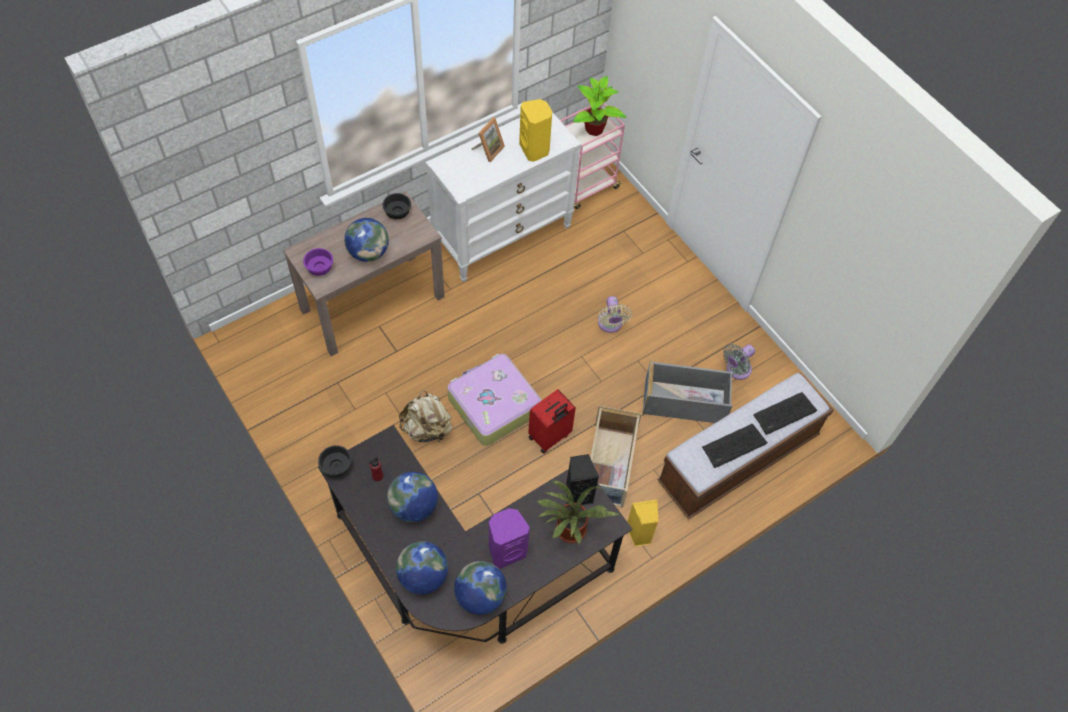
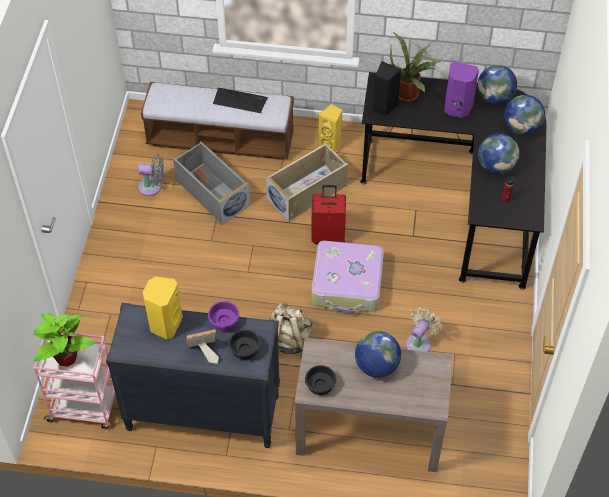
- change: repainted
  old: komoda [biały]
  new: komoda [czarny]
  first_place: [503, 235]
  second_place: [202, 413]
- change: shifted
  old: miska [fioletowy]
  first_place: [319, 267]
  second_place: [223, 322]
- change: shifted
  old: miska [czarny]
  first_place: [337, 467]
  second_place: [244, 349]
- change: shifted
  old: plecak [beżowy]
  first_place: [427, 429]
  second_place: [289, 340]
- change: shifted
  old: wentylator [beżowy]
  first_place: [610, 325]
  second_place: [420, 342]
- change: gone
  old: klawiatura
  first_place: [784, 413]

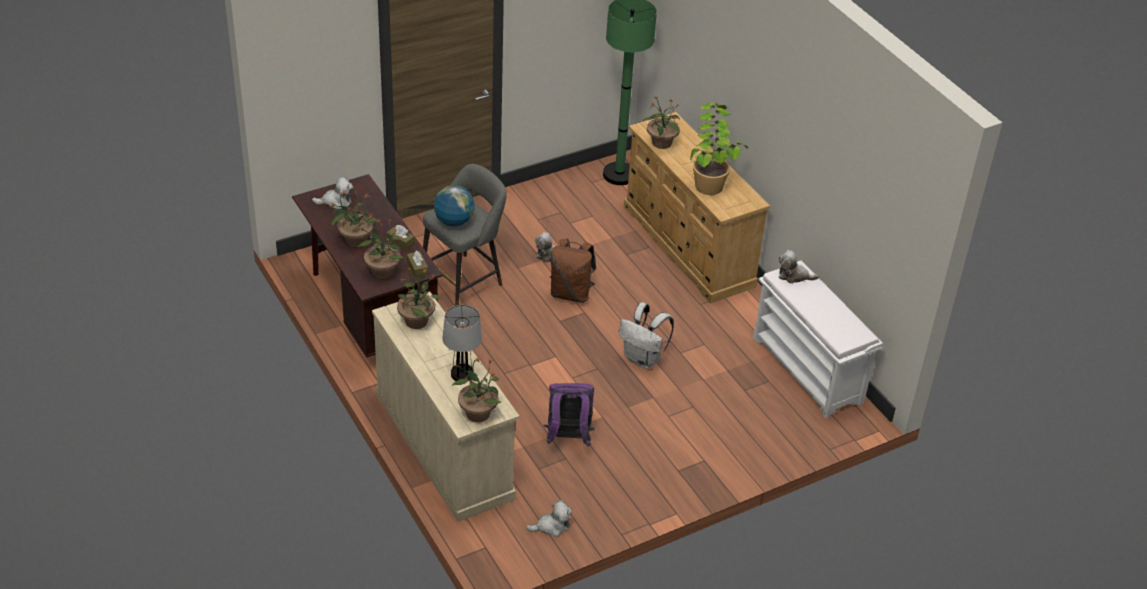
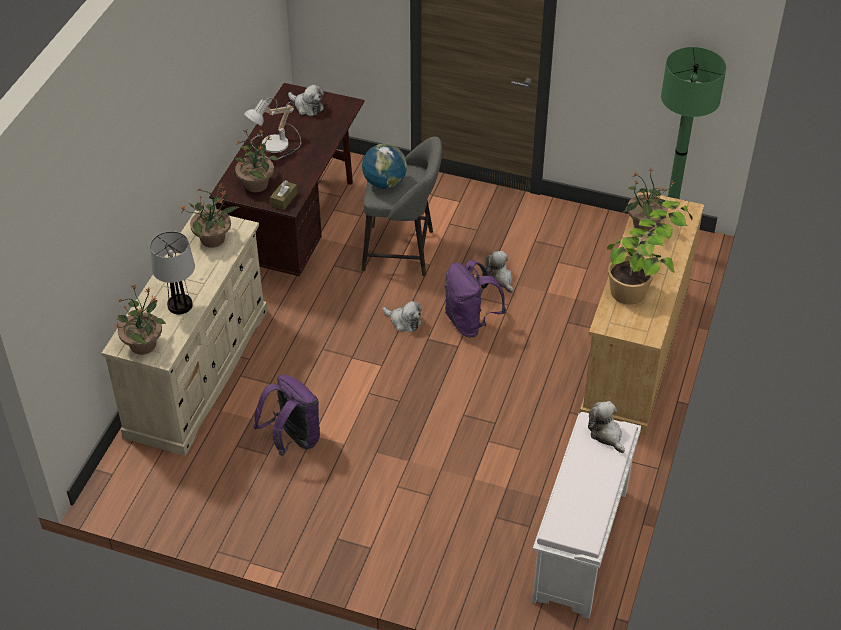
- change: swapped
  old: roślina doniczkowa
  new: lampa stołowa
  first_place: [355, 240]
  second_place: [275, 146]
- change: shifted
  old: pluszak
  first_place: [551, 526]
  second_place: [403, 321]
- change: repainted
  old: plecak [brązowy]
  new: plecak [fioletowy]
  first_place: [571, 294]
  second_place: [470, 322]
- change: gone
  old: pudełko chusteczek [brązowy]
  first_place: [400, 242]
- change: gone
  old: plecak [biały]
  first_place: [643, 359]

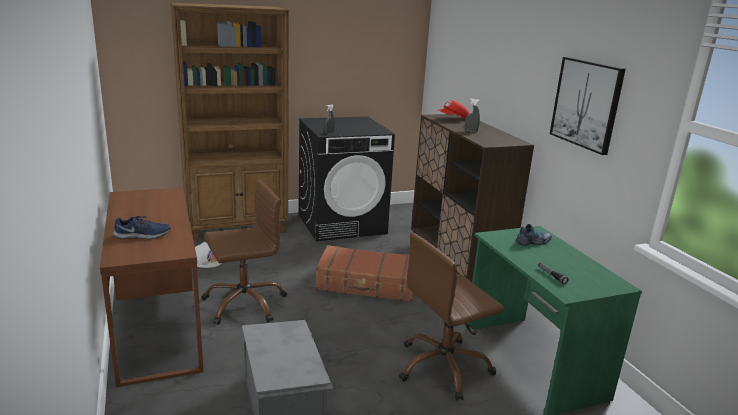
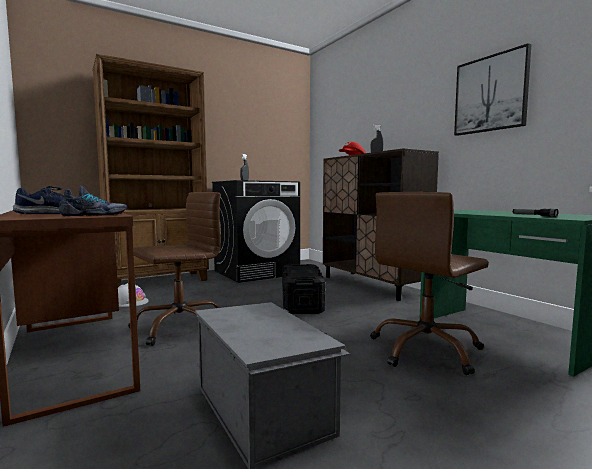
- change: shifted
  old: but
  first_place: [533, 242]
  second_place: [94, 215]
- change: swapped
  old: walizka [brązowy]
  new: pojemnik do przechowywania [czarny]
  first_place: [367, 284]
  second_place: [302, 302]

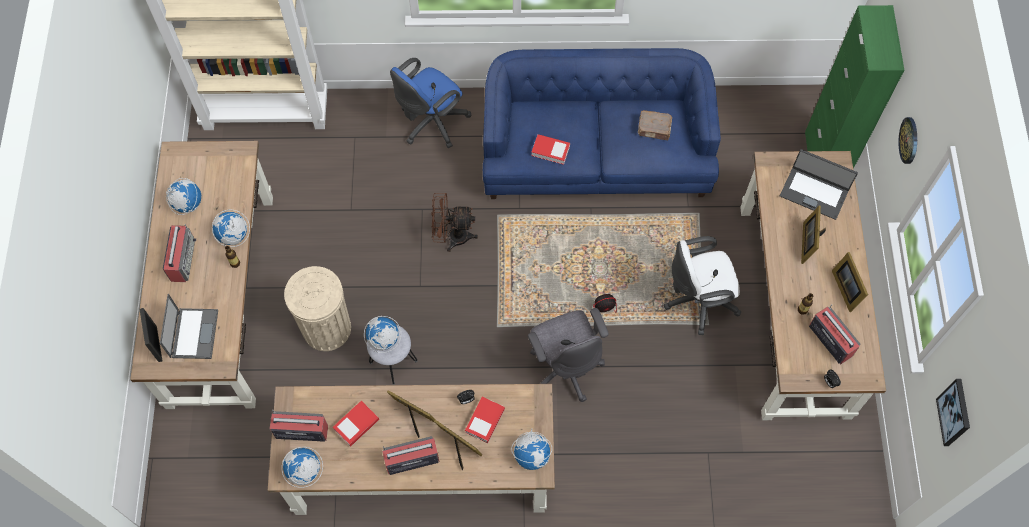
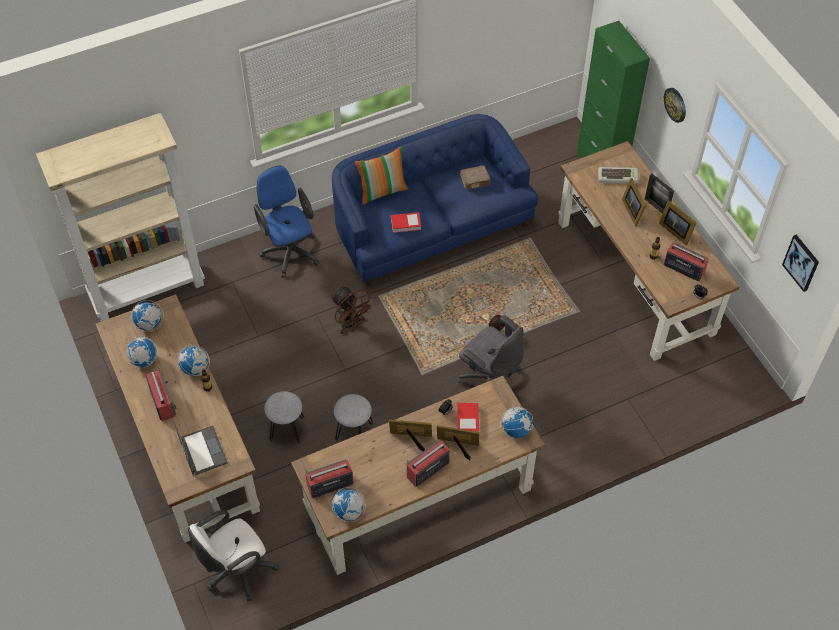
- change: shifted
  old: globus
  first_place: [383, 340]
  second_place: [149, 324]
- change: shifted
  old: krzesło biurowe [biały]
  first_place: [697, 301]
  second_place: [237, 571]
- change: rotated
  old: krzesło biurowe [niebieski]
  first_place: [431, 123]
  second_place: [289, 250]
  degrees: 135
- change: swapped
  old: kosz na śmieci [beżowy]
  new: stołek [szary]
  first_place: [327, 328]
  second_place: [287, 429]
- change: rotated
  old: wentylator [brązowy]
  first_place: [452, 236]
  second_place: [351, 324]
  degrees: -105
- change: new
  new: poduszka
  second_place: [382, 191]
- change: swapped
  old: laptop
  new: klawiatura
  first_place: [814, 192]
  second_place: [618, 177]
- change: shifted
  old: ramka na zdjęcie
  first_place: [157, 344]
  second_place: [656, 207]
- change: gone
  old: książka
  first_place: [356, 424]

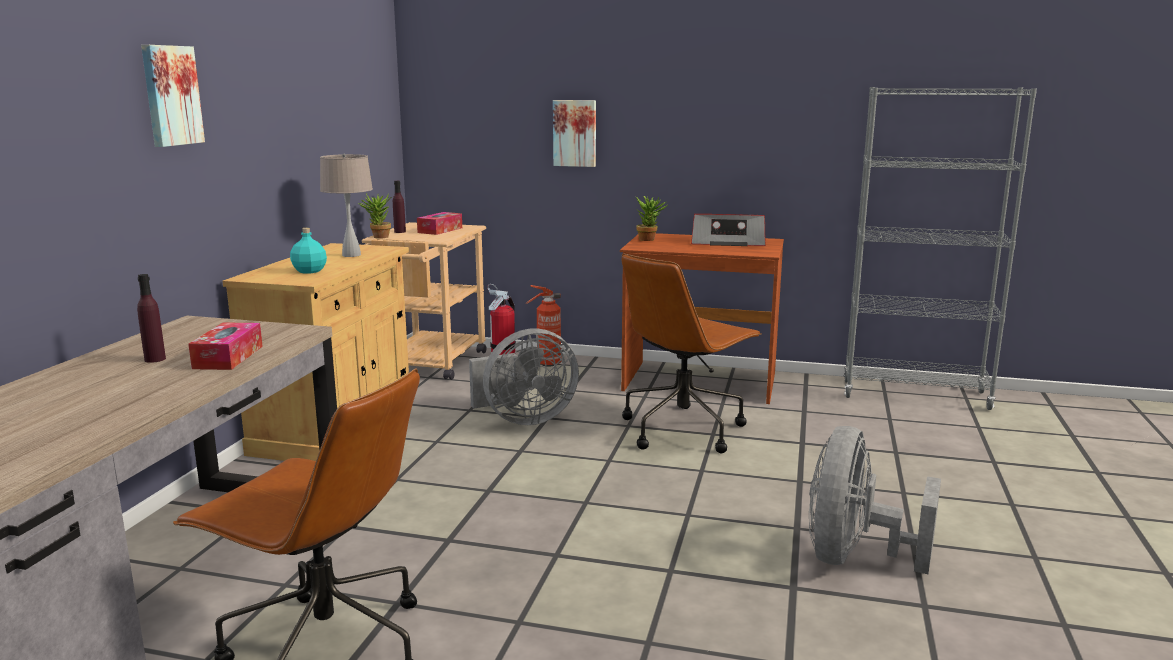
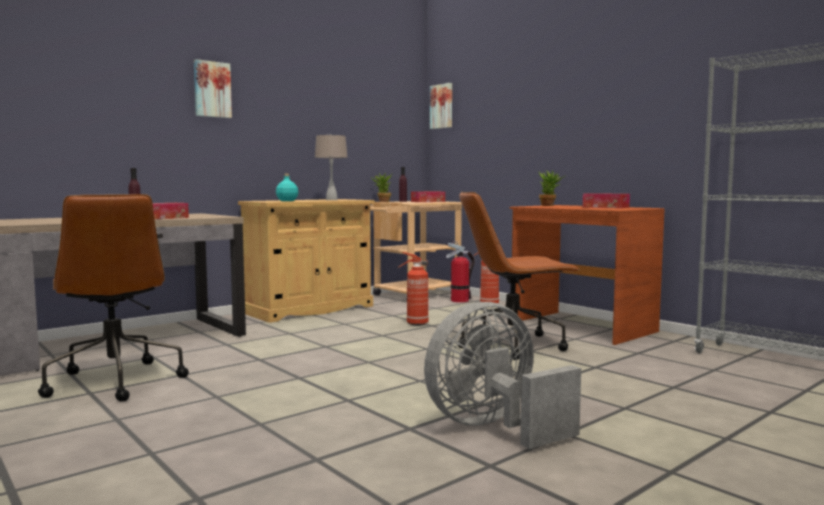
- change: swapped
  old: wentylator [szary]
  new: gaśnica
  first_place: [524, 419]
  second_place: [415, 324]
- change: shifted
  old: obraz
  first_place: [575, 133]
  second_place: [442, 106]
- change: swapped
  old: radio
  new: pudełko chusteczek
  first_place: [727, 242]
  second_place: [605, 207]

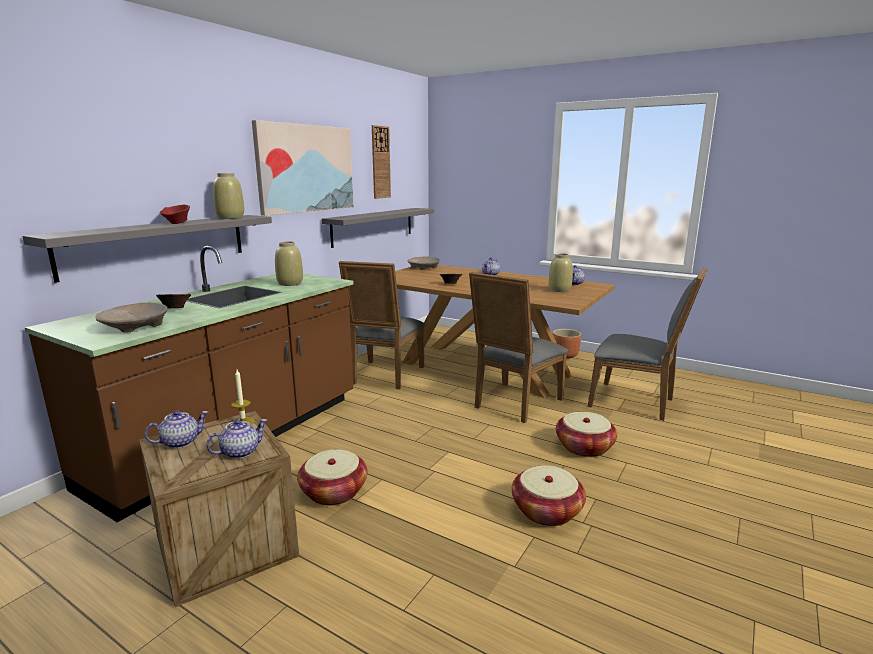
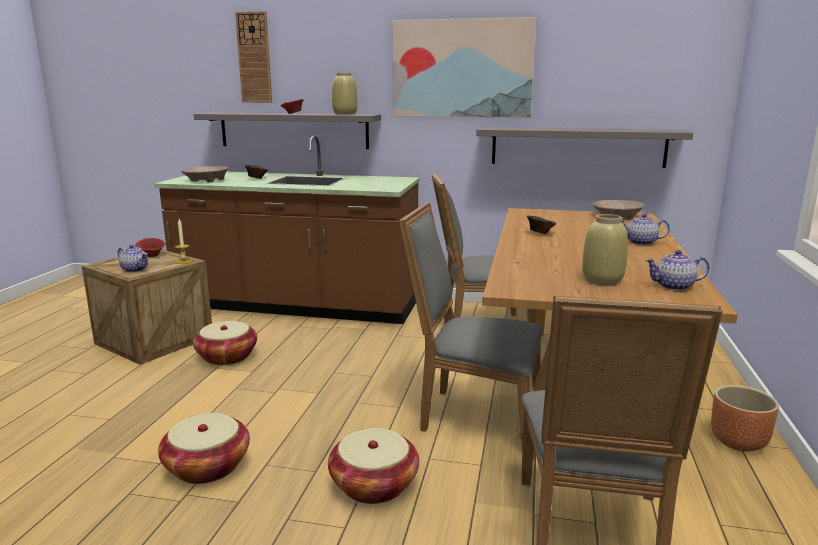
- change: swapped
  old: imbryk
  new: miska [czerwony]
  first_place: [180, 442]
  second_place: [152, 256]
- change: shifted
  old: zegar ścienny
  first_place: [380, 162]
  second_place: [254, 58]
- change: gone
  old: wazon [beżowy]
  first_place: [290, 283]

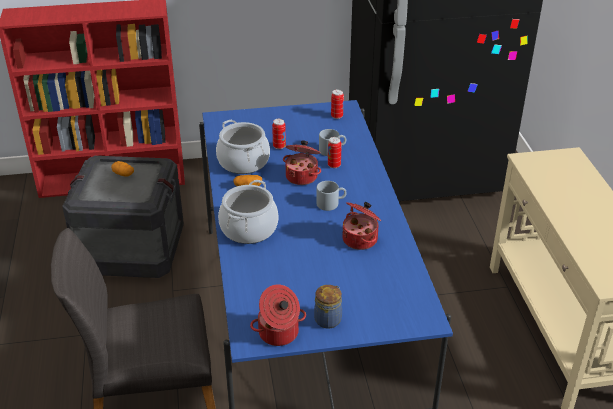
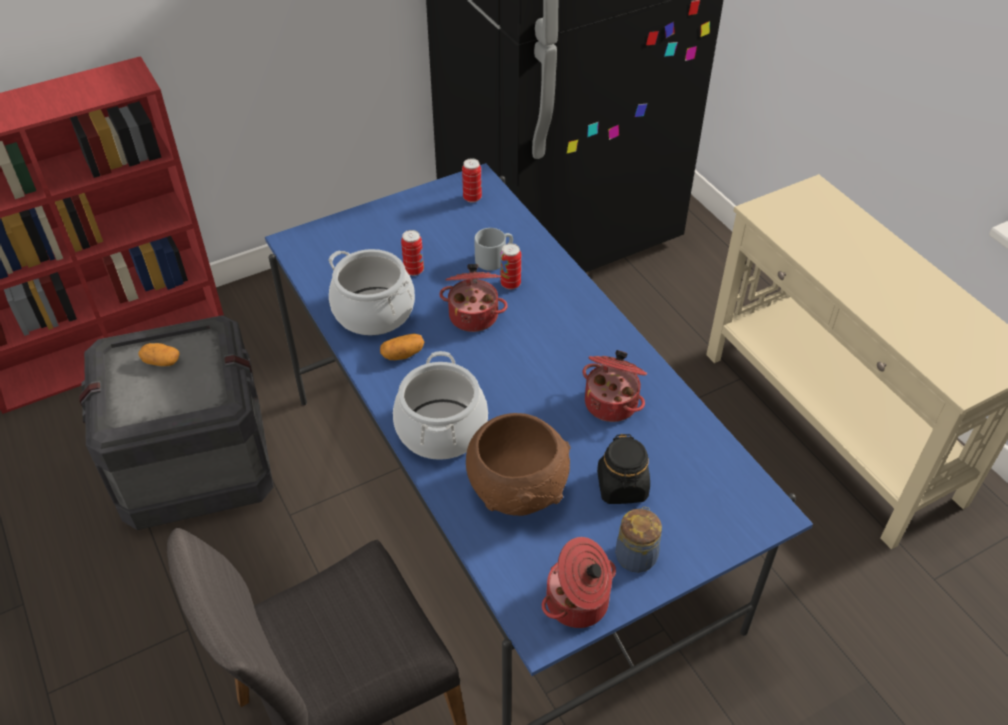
- change: new
  new: miska [brązowy]
  second_place: [519, 490]
- change: new
  new: słoik [czarny]
  second_place: [622, 487]
- change: gone
  old: kubek [szary]
  first_place: [331, 203]

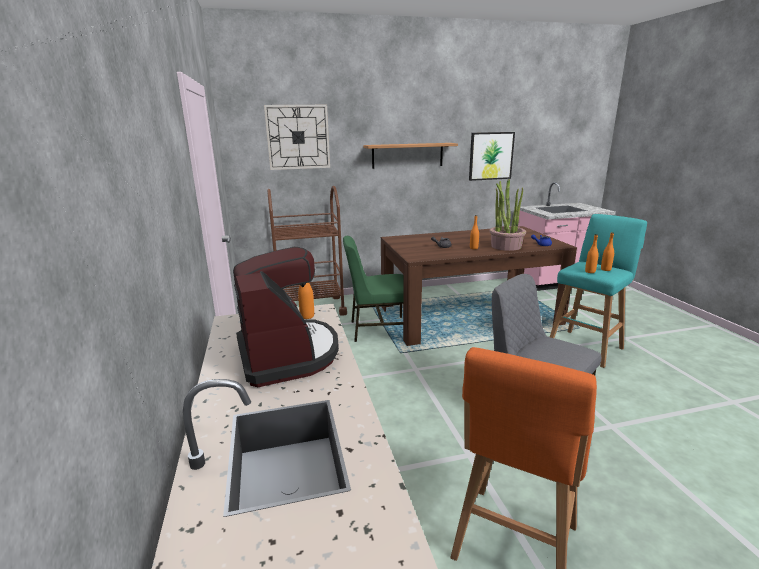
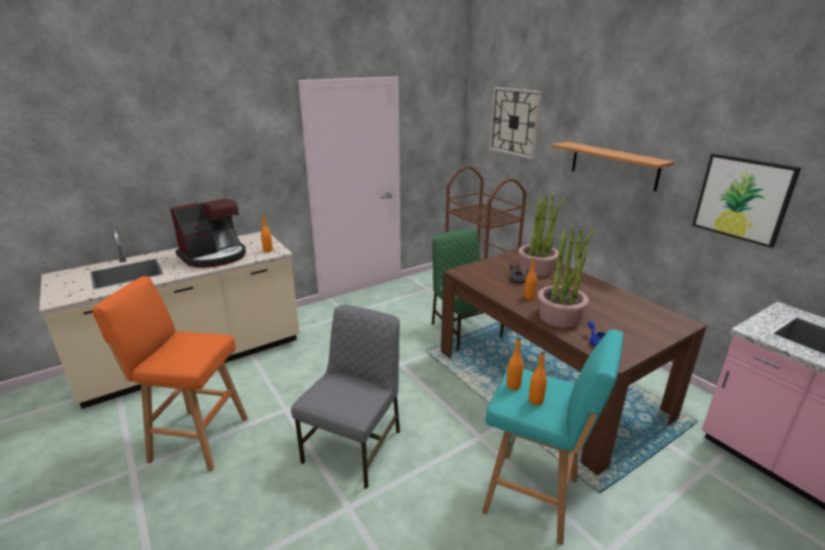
- change: new
  new: roślina doniczkowa
  second_place: [537, 269]

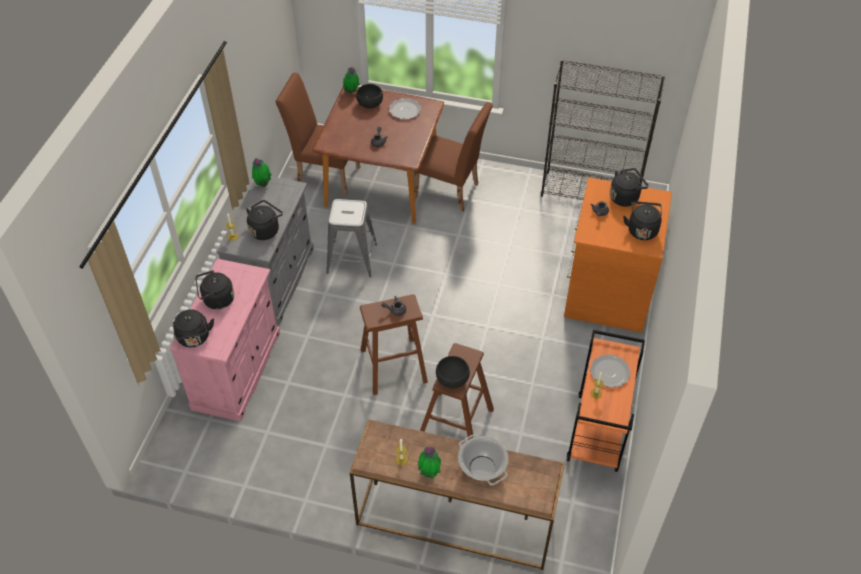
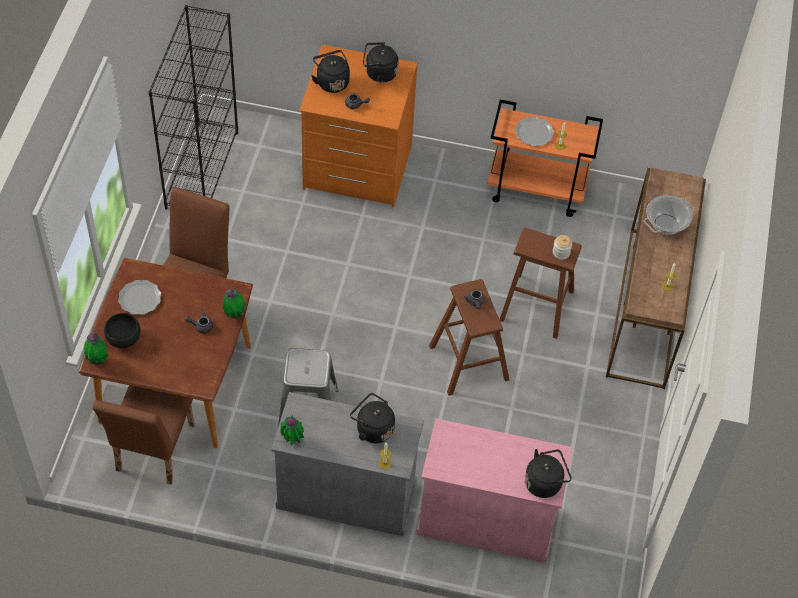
- change: shifted
  old: roślina doniczkowa
  first_place: [429, 473]
  second_place: [234, 314]
- change: swapped
  old: miska [czarny]
  new: słoik
  first_place: [452, 379]
  second_place: [561, 252]
- change: gone
  old: czajnik [czarny]
  first_place: [216, 300]

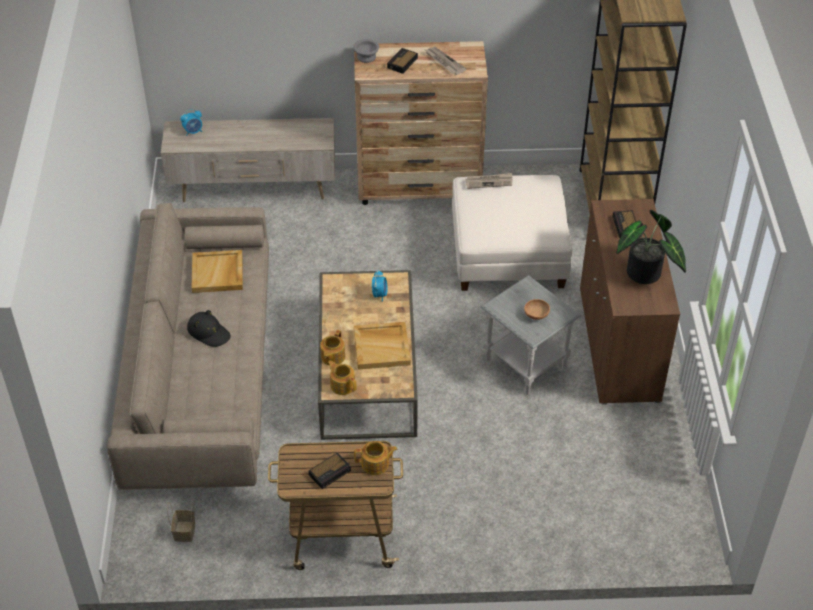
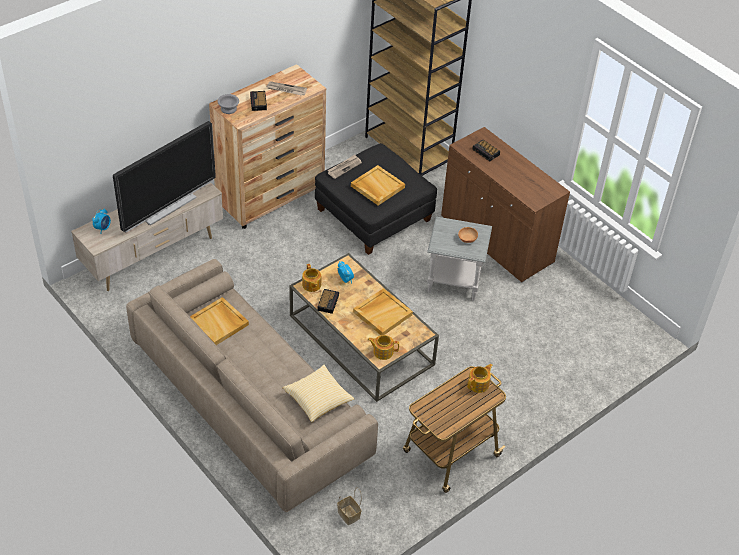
- change: new
  new: telewizor
  second_place: [167, 206]
- change: new
  new: poduszka
  second_place: [318, 399]
- change: shifted
  old: imbryk
  first_place: [332, 357]
  second_place: [311, 285]
- change: repainted
  old: pufa [biały]
  new: pufa [czarny]
  first_place: [508, 253]
  second_place: [374, 215]
- change: shifted
  old: budzik
  first_place: [330, 472]
  second_place: [328, 302]
- change: new
  new: taca [beżowy]
  second_place: [377, 187]
- change: gone
  old: kapelusz [czarny]
  first_place: [209, 332]
- change: gone
  old: roślina doniczkowa
  first_place: [645, 276]

